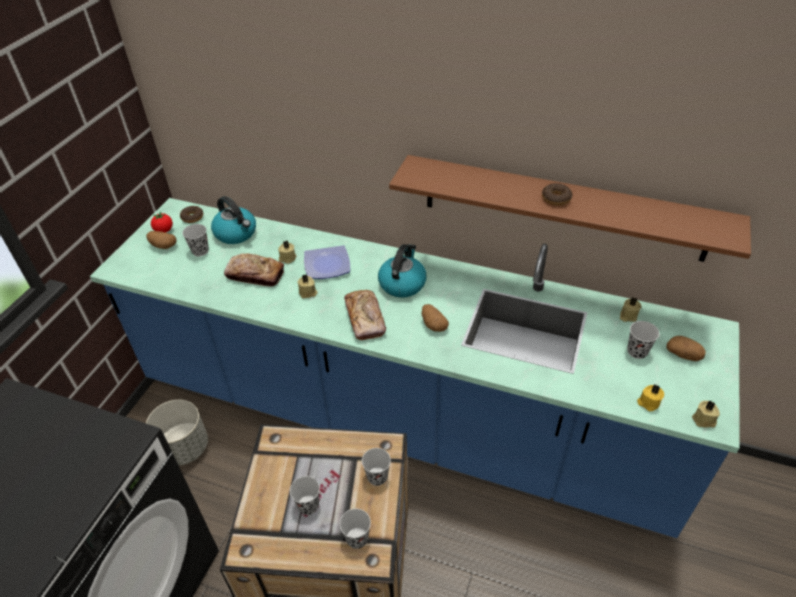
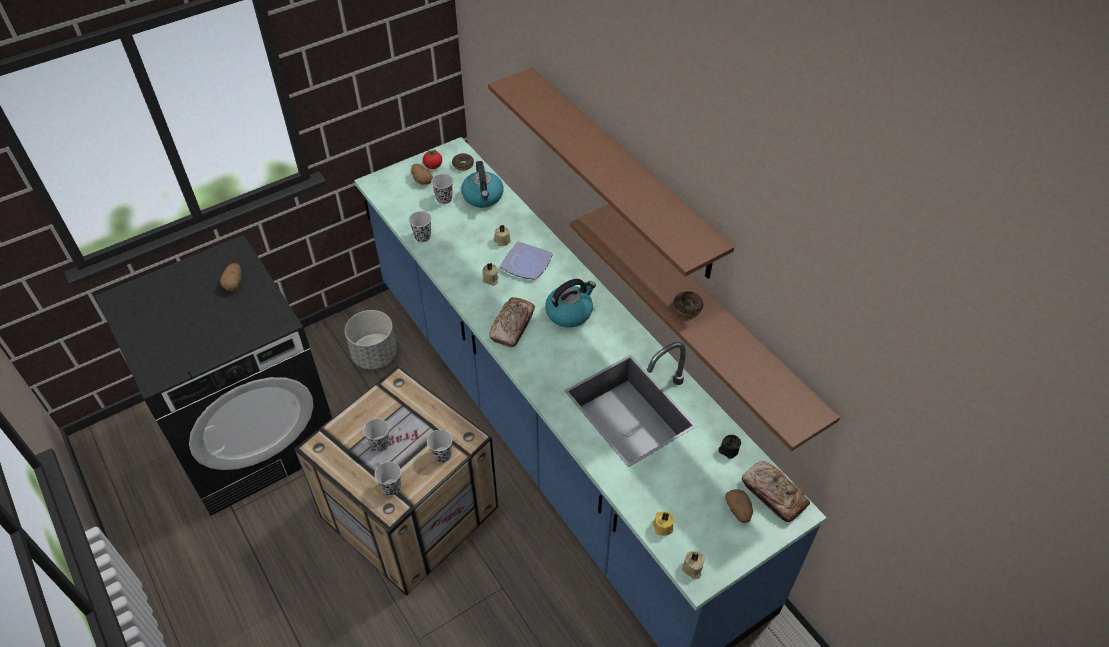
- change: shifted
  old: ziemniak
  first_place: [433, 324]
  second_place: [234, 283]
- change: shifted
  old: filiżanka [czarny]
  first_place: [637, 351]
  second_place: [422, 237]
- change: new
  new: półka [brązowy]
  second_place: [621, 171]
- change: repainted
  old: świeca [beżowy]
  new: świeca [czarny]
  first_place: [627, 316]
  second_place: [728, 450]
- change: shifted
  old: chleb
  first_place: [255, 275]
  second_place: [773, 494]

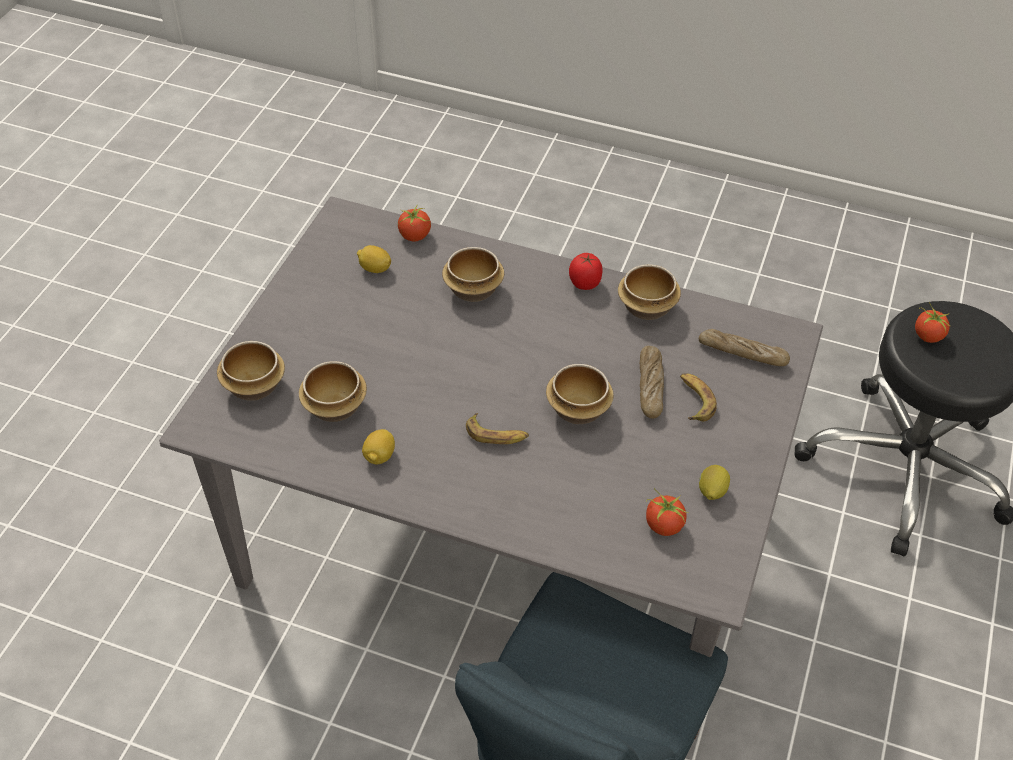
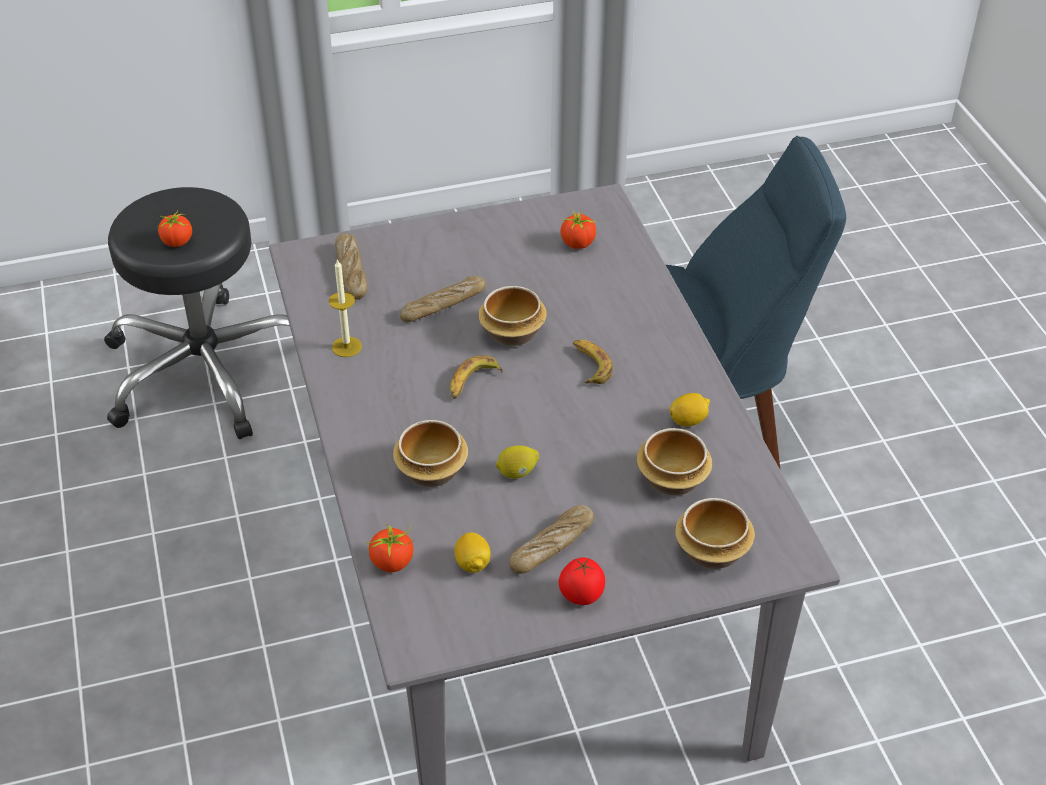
- change: swapped
  old: miska
  new: świeca
  first_place: [647, 308]
  second_place: [346, 347]
- change: shifted
  old: banan
  first_place: [694, 400]
  second_place: [472, 382]
- change: shifted
  old: cytryna
  first_place: [711, 491]
  second_place: [517, 472]
- change: new
  new: chleb
  second_place: [552, 545]
- change: shifted
  old: pomidor
  first_place: [585, 283]
  second_place: [581, 596]

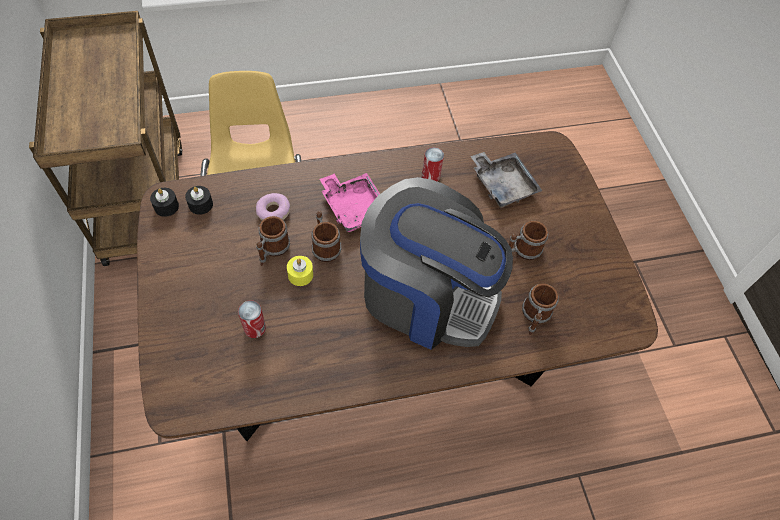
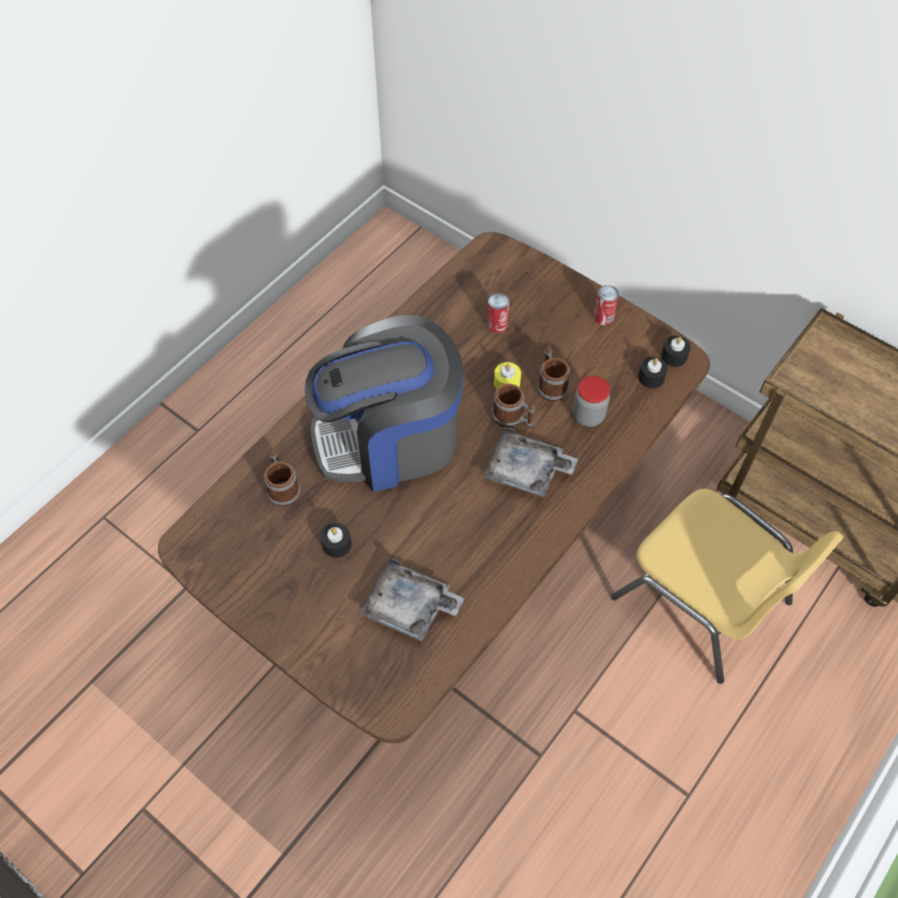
- change: swapped
  old: kubek
  new: świeca [czarny]
  first_place: [522, 251]
  second_place: [337, 544]
- change: repainted
  old: taca [różowy]
  new: taca [szary]
  first_place: [354, 207]
  second_place: [526, 471]
- change: swapped
  old: donut
  new: słoik
  first_place: [273, 211]
  second_place: [588, 416]
- change: shifted
  old: puszka
  first_place: [430, 176]
  second_place: [603, 317]

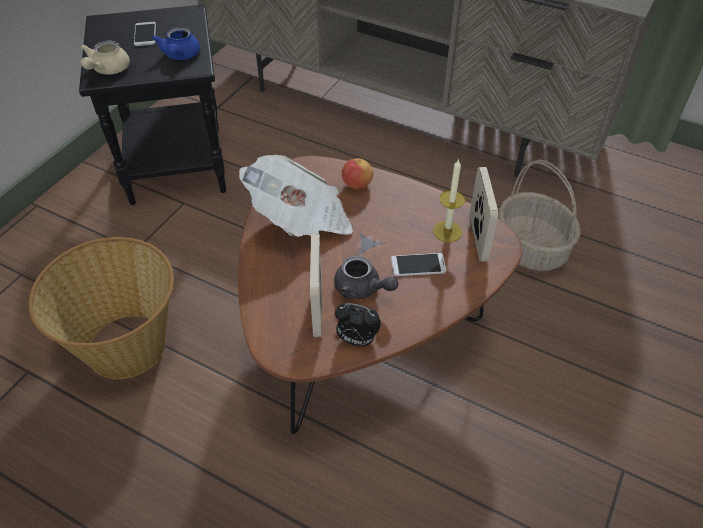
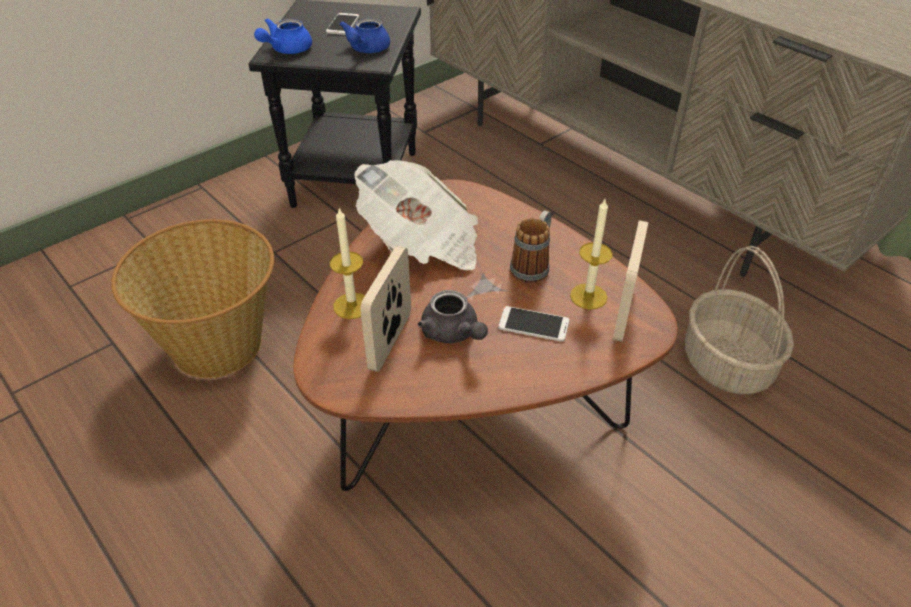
- change: repainted
  old: imbryk [beżowy]
  new: imbryk [niebieski]
  first_place: [107, 70]
  second_place: [286, 50]
- change: new
  new: świeca
  second_place: [352, 306]
- change: new
  new: kubek
  second_place: [533, 266]
- change: gone
  old: budzik
  first_place: [356, 340]
- change: gone
  old: jabłko
  first_place: [357, 184]

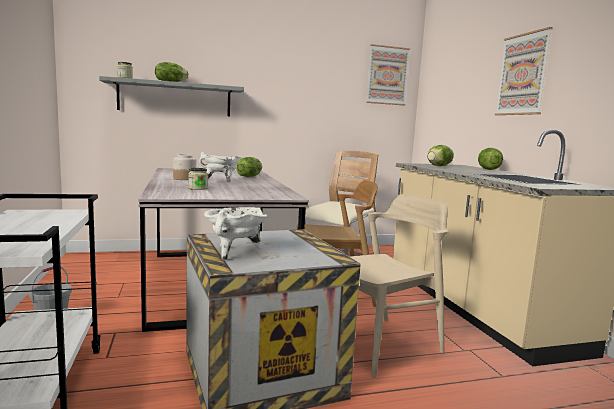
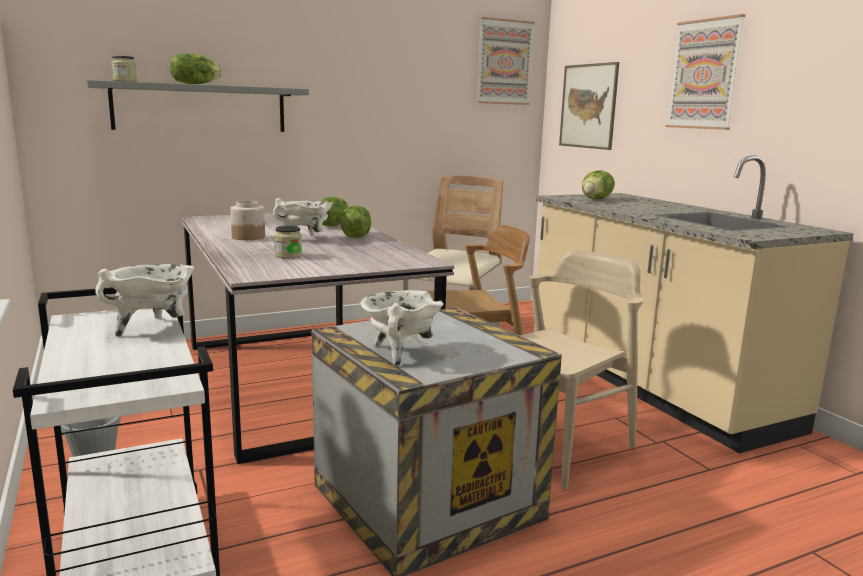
- change: new
  new: garnek [biały]
  second_place: [153, 328]
- change: shifted
  old: sałata
  first_place: [487, 169]
  second_place: [355, 236]
- change: new
  new: obraz
  second_place: [588, 106]

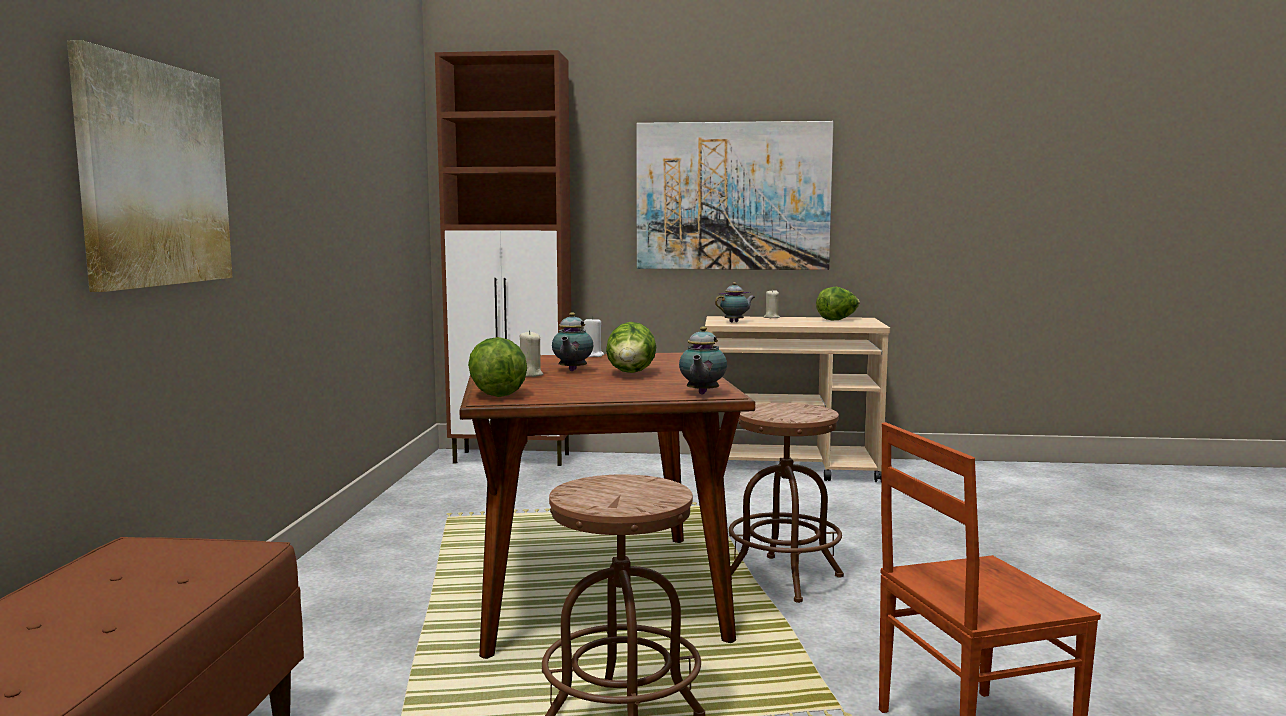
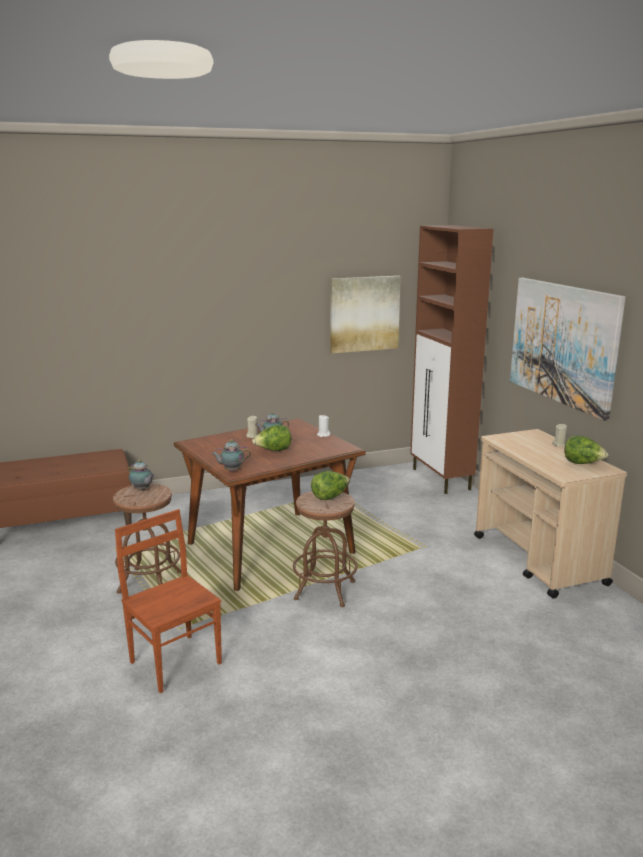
- change: shifted
  old: imbryk
  first_place: [735, 322]
  second_place: [142, 490]
- change: shifted
  old: sałata
  first_place: [497, 394]
  second_place: [330, 497]
- change: shifted
  old: obraz
  first_place: [154, 175]
  second_place: [364, 314]

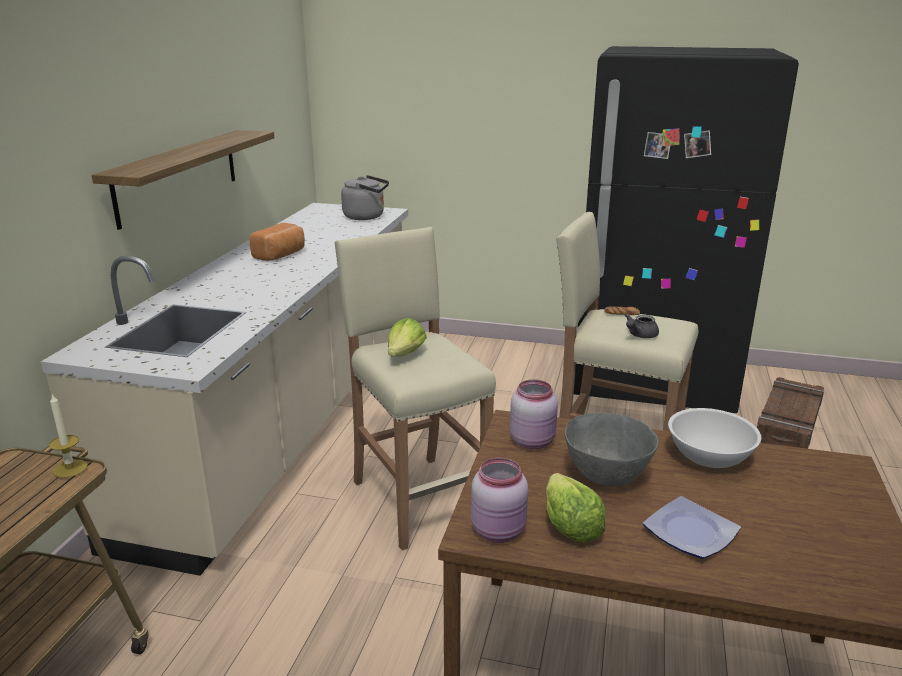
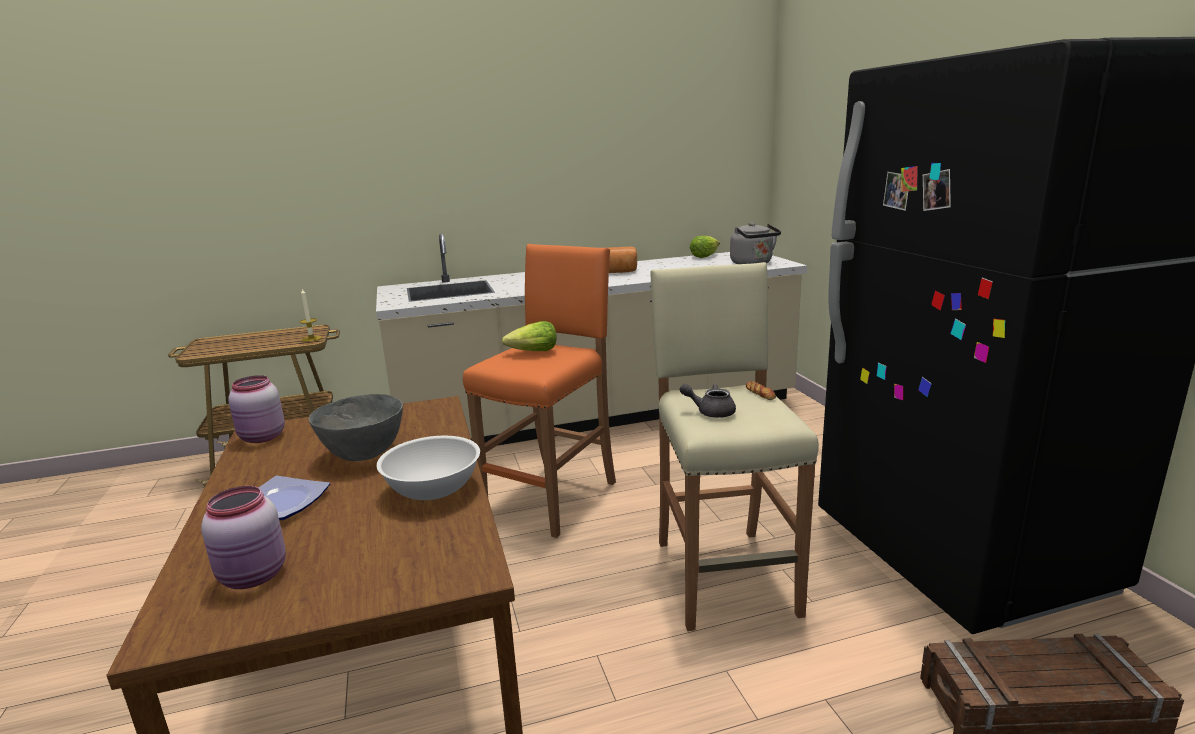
- change: shifted
  old: słoik [różowy]
  first_place: [533, 441]
  second_place: [255, 576]
- change: repainted
  old: stołek [beżowy]
  new: stołek [pomarańczowy]
  first_place: [418, 499]
  second_place: [552, 497]
- change: shifted
  old: sałata
  first_place: [569, 525]
  second_place: [704, 256]
- change: gone
  old: półka
  first_place: [178, 175]

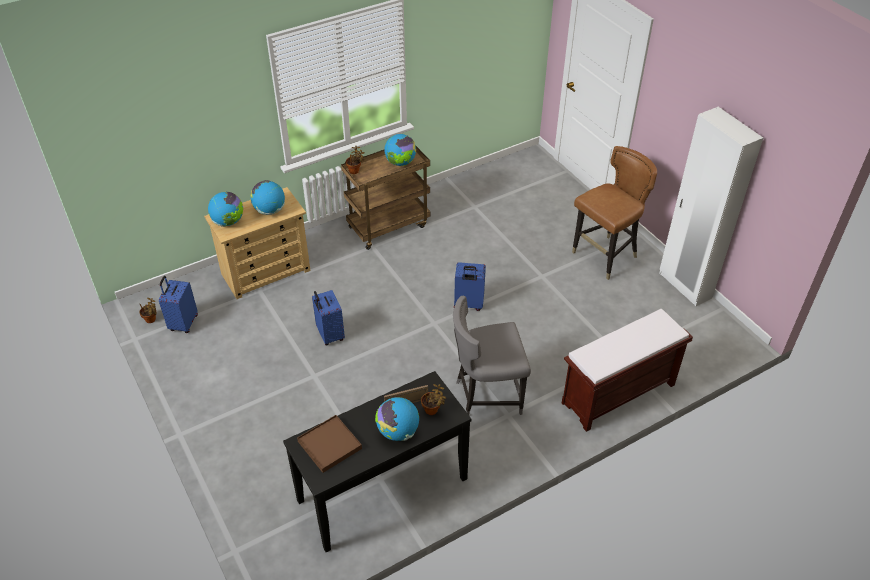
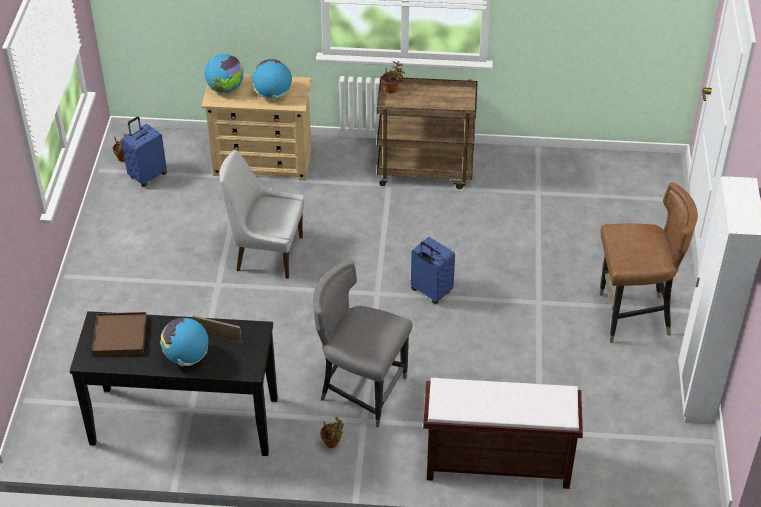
- change: swapped
  old: walizka [niebieski]
  new: krzesło [biały]
  first_place: [329, 335]
  second_place: [266, 253]
- change: shifted
  old: roślina doniczkowa
  first_place: [432, 410]
  second_place: [332, 443]
- change: gone
  old: globus
  first_place: [400, 163]

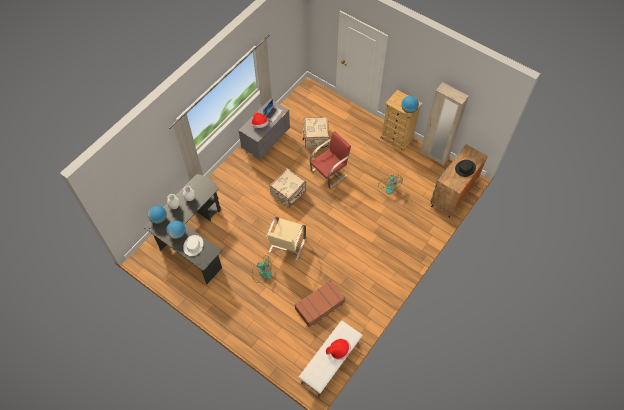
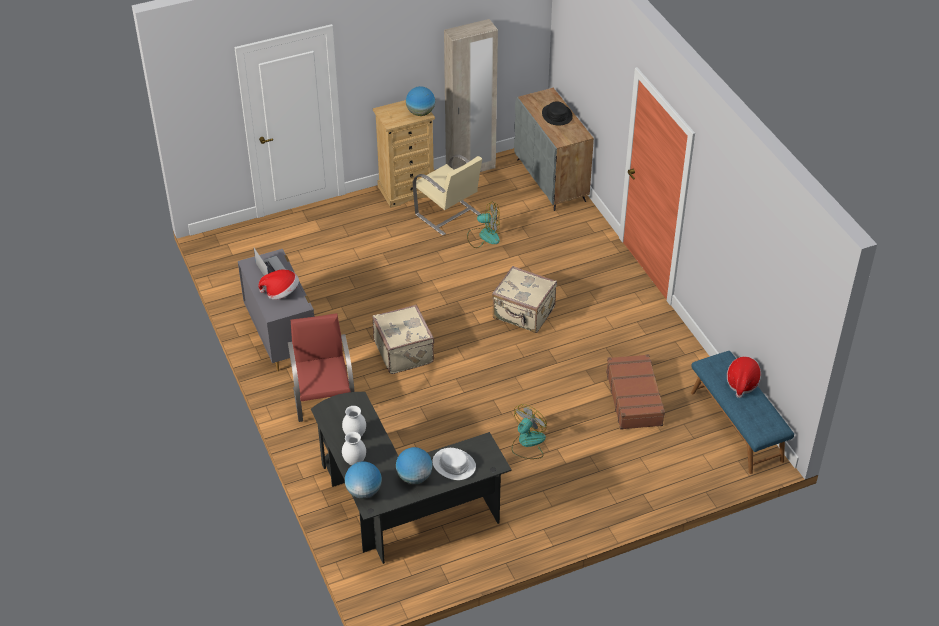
- change: shifted
  old: krzesło [czerwony]
  first_place: [329, 173]
  second_place: [324, 399]
- change: shifted
  old: krzesło [beżowy]
  first_place: [286, 246]
  second_place: [448, 215]
- change: shifted
  old: walizka [beżowy]
  first_place: [315, 138]
  second_place: [523, 313]
- change: repainted
  old: ławka [biały]
  new: ławka [niebieski]
  first_place: [330, 363]
  second_place: [737, 426]

